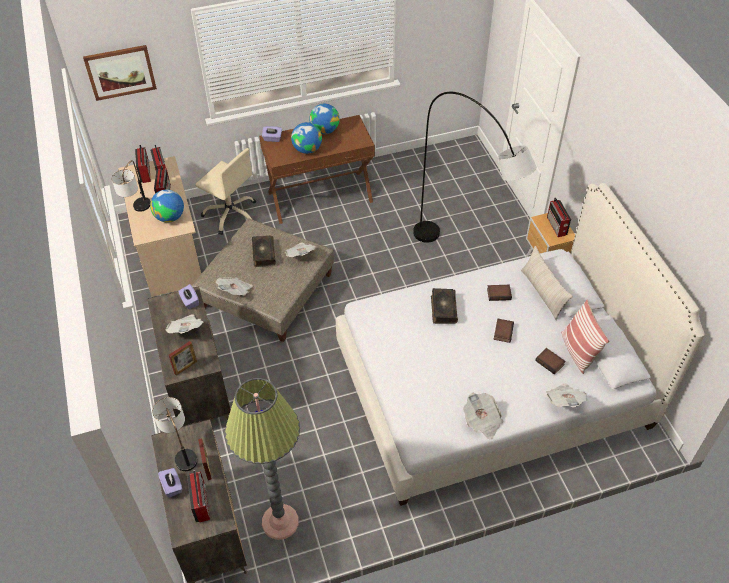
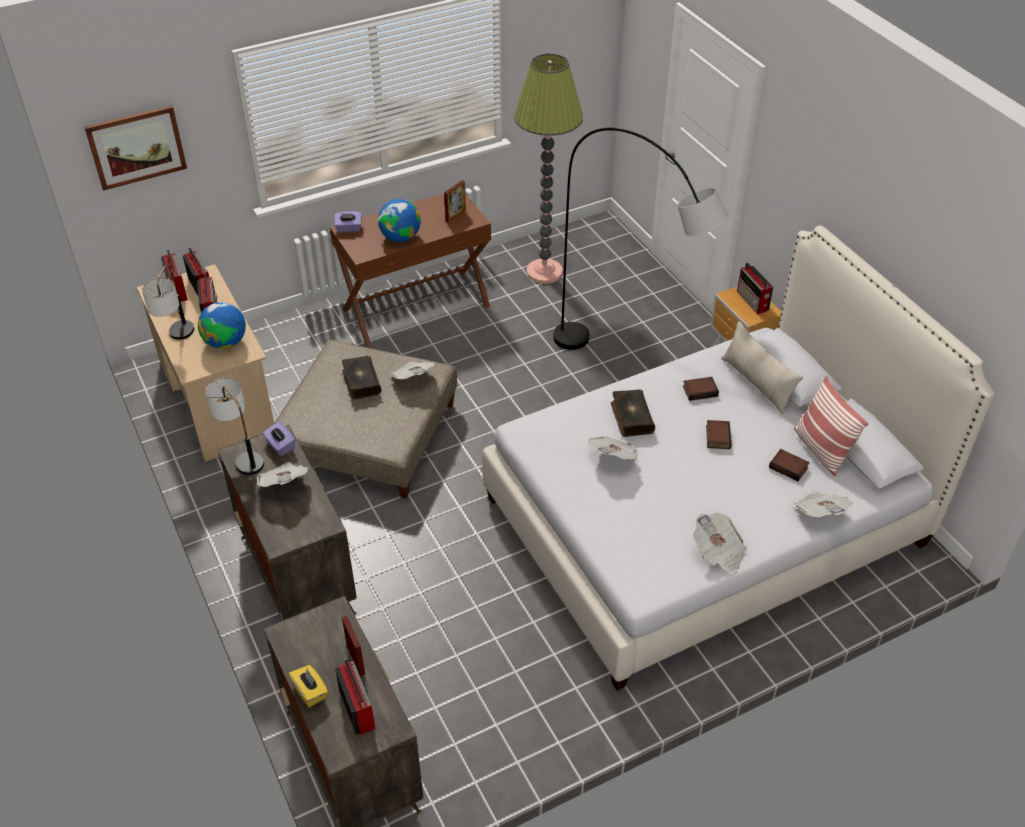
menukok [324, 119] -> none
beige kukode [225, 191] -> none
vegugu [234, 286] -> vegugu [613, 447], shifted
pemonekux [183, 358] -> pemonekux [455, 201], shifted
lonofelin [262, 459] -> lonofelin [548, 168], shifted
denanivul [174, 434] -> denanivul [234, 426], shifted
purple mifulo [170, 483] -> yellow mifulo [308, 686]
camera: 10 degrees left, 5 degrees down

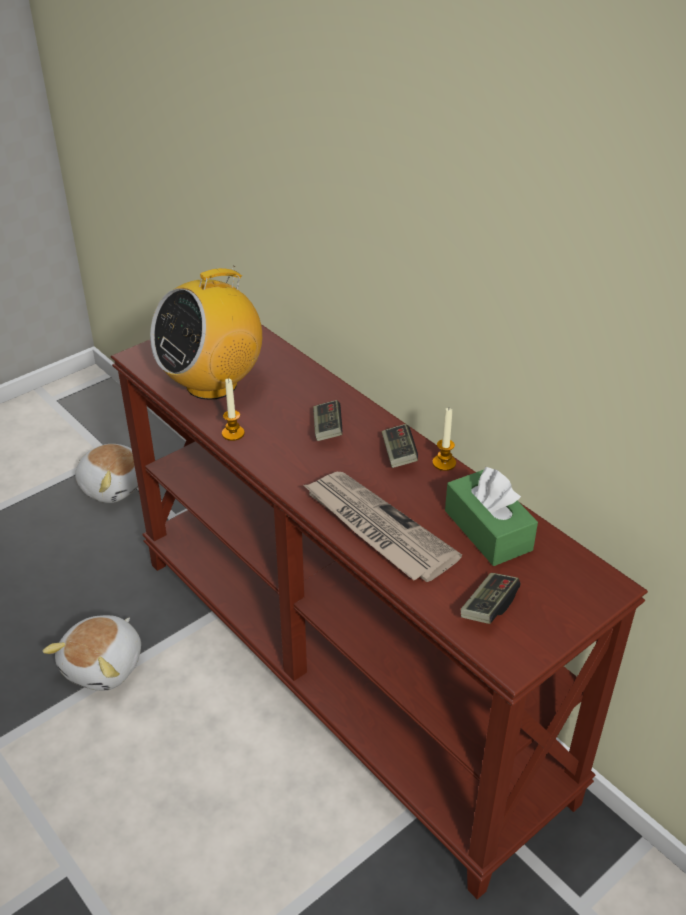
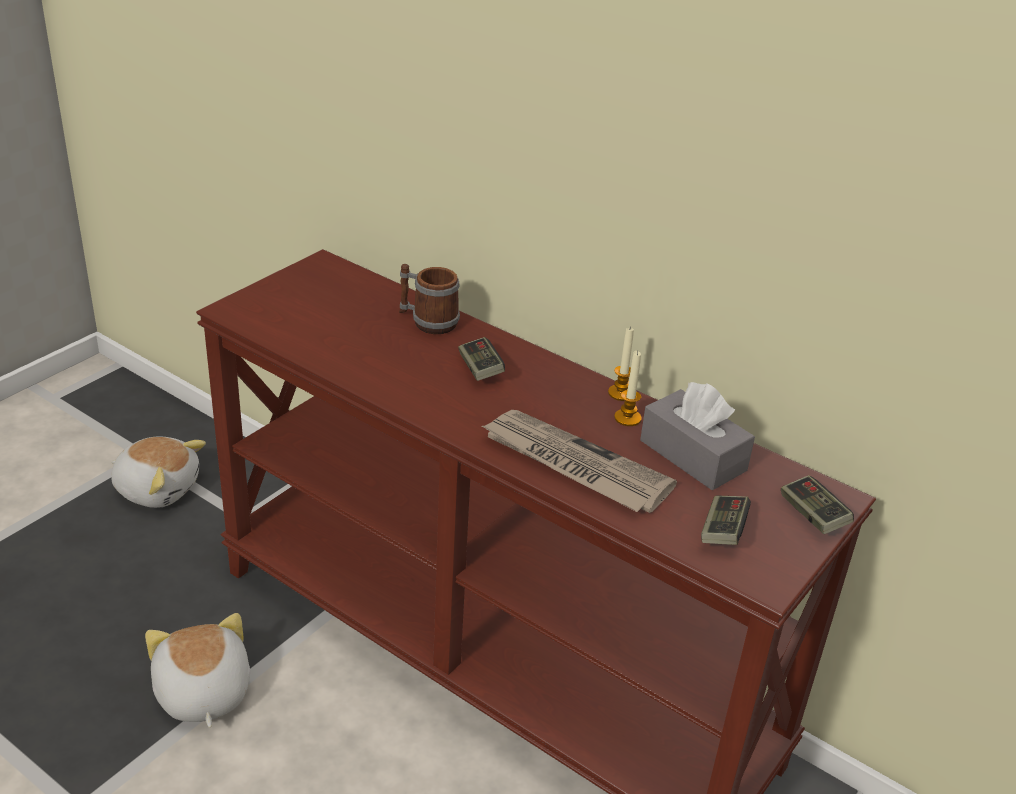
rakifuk [206, 332] -> none
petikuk [233, 409] -> petikuk [628, 388], shifted
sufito [400, 446] -> sufito [817, 504], shifted
green mifulo [491, 516] -> grey mifulo [697, 436]
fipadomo [92, 653] -> fipadomo [197, 670], 150 degrees clockwise
none -> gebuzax [429, 299]
camera: 15 degrees left, 5 degrees down

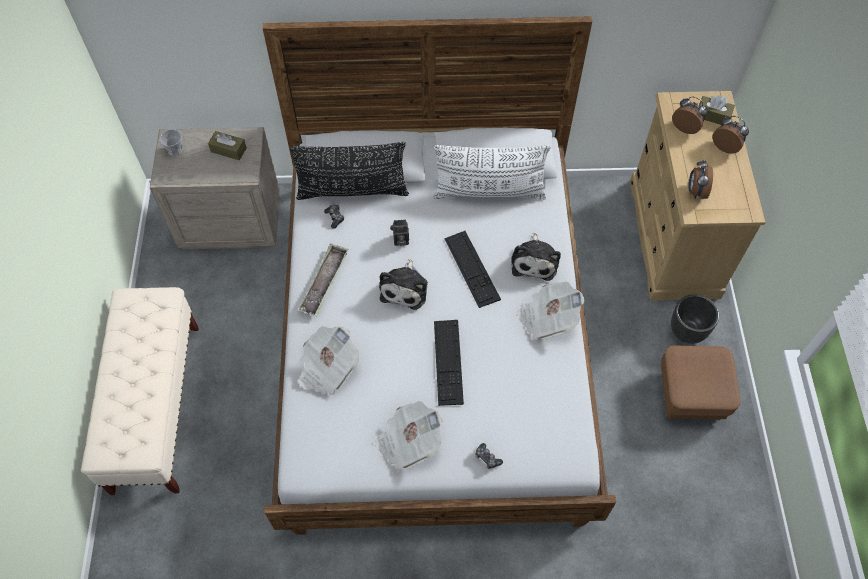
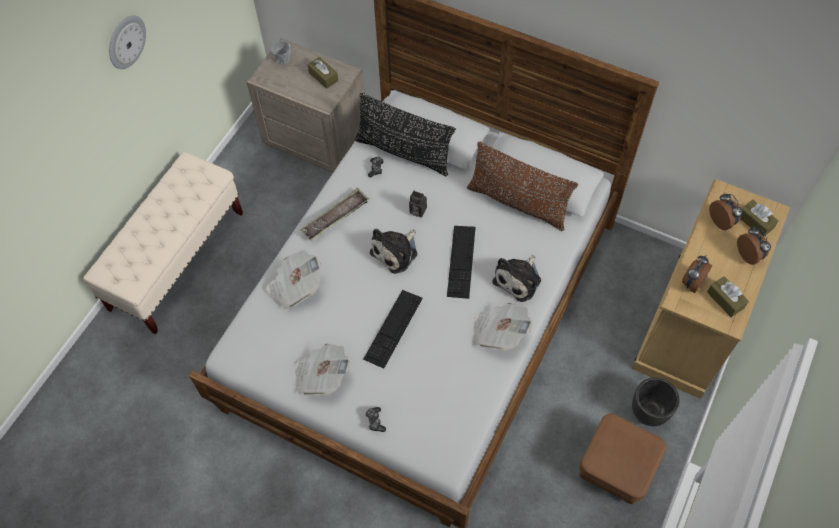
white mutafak [492, 172] -> brown mutafak [522, 186]
none -> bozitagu [127, 42]
none -> brown mifulo [728, 296]
camera: 30 degrees right, 0 degrees up

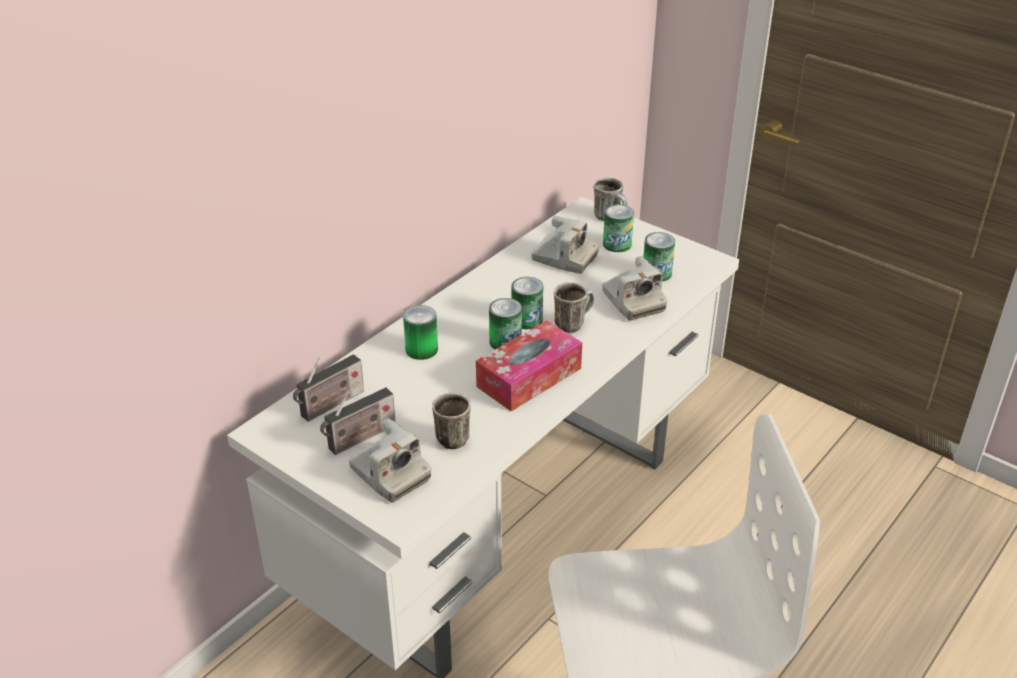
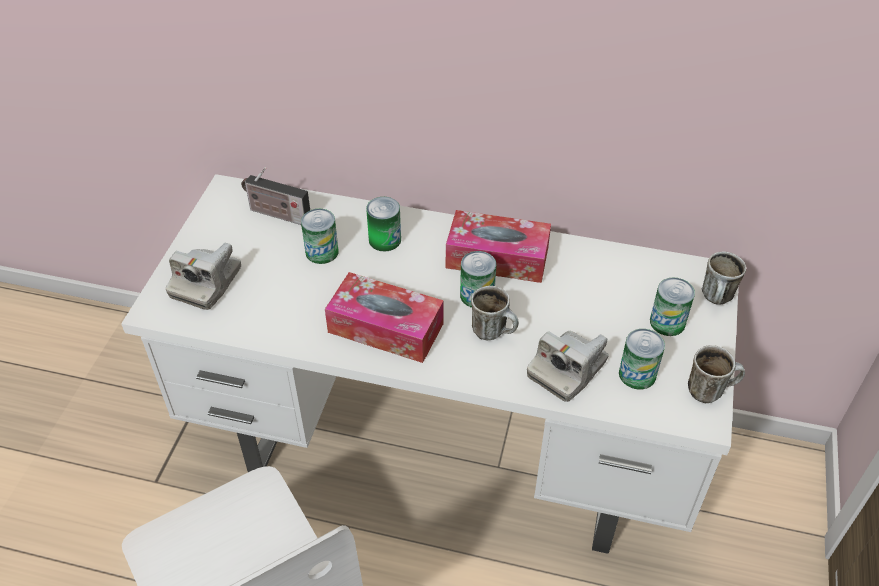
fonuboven [565, 245] -> none
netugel [505, 323] -> netugel [320, 236], shifted
rakifuk [357, 421] -> none
gebuzax [451, 421] -> gebuzax [716, 374], shifted
none -> mifulo [498, 246]
camera: 65 degrees right, 10 degrees up

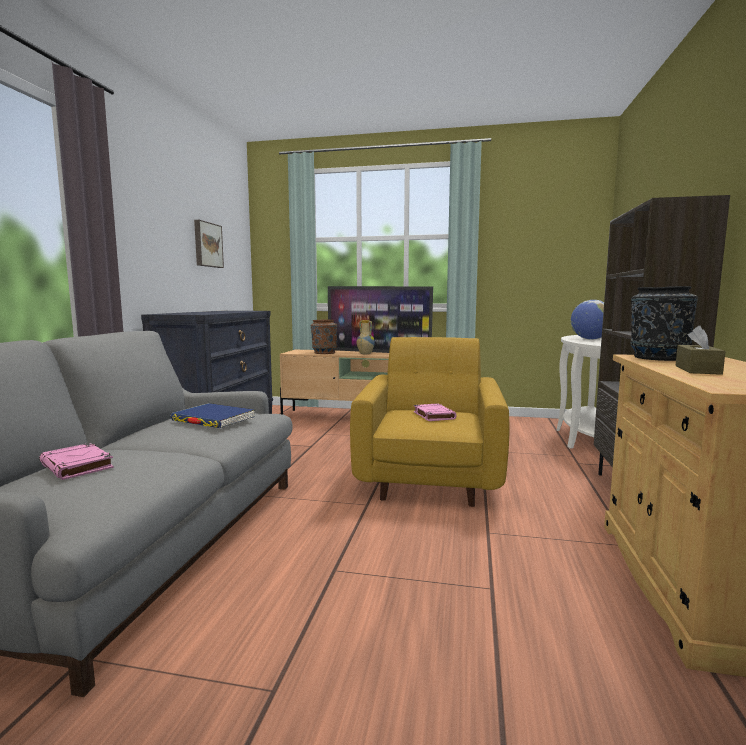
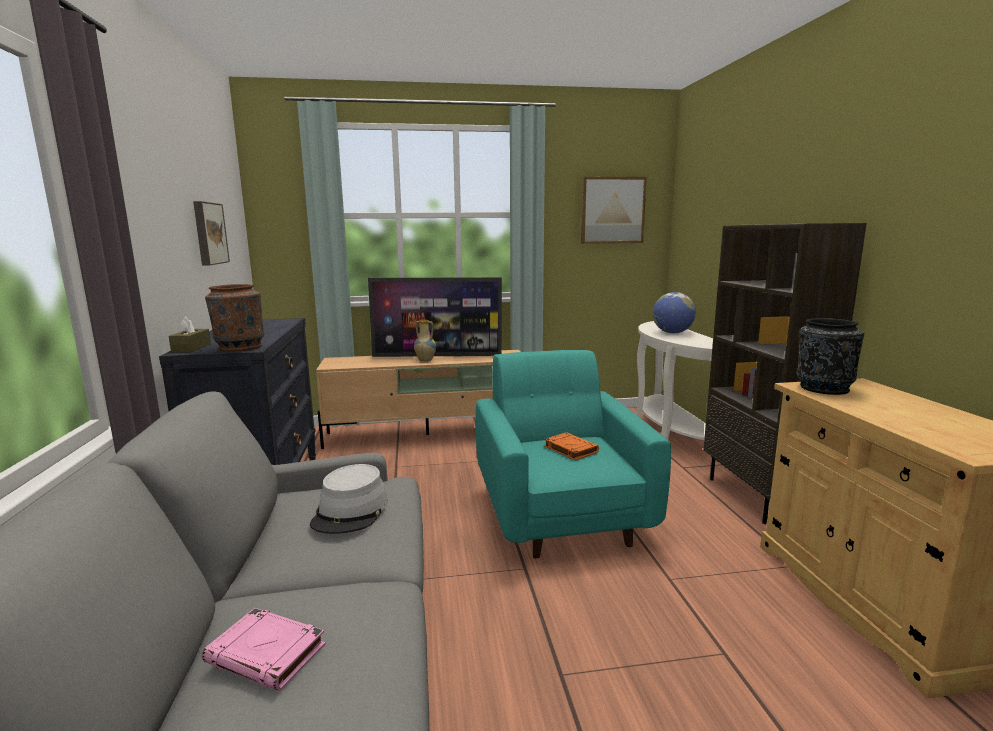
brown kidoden [324, 337] -> brown kidoden [234, 318], shifted
brown mifulo [700, 350] -> brown mifulo [190, 334], shifted
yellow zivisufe [429, 422] -> turquoise zivisufe [573, 454]
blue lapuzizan [212, 415] -> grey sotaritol [349, 499]
pink lapuzizan [435, 412] -> orange lapuzizan [571, 446]
none -> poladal [614, 210]
camera: 20 degrees left, 5 degrees up

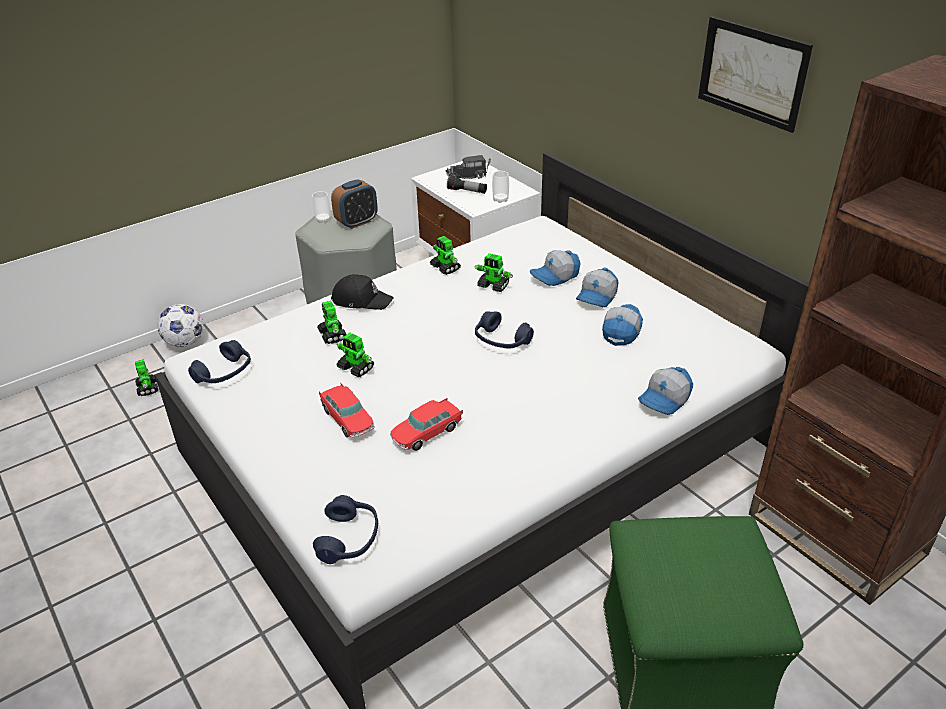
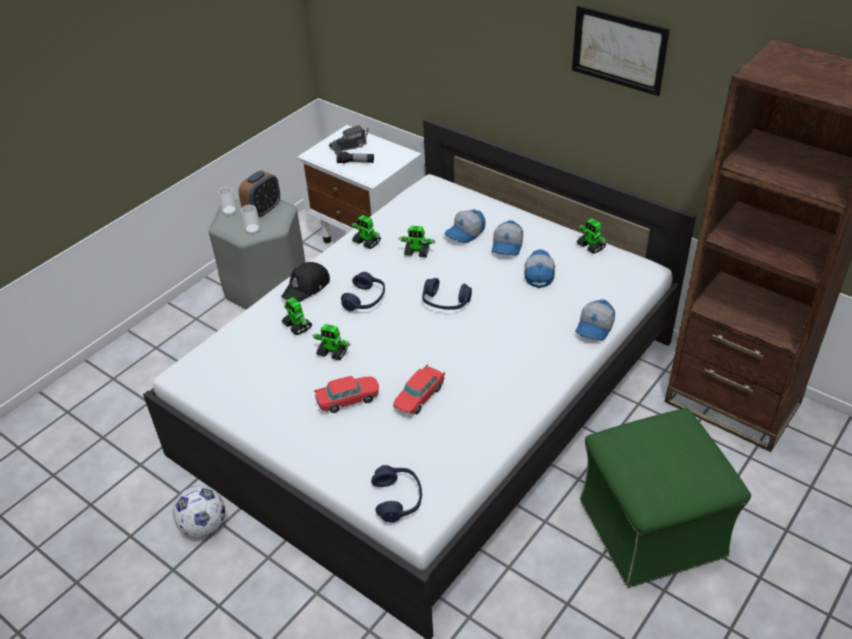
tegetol [500, 187] -> tegetol [250, 220], shifted
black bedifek [362, 292] -> black bedifek [305, 282], 135 degrees clockwise
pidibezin [180, 325] -> pidibezin [199, 511], shifted
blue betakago [219, 361] -> blue betakago [363, 292], shifted
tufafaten [146, 378] -> tufafaten [591, 236], shifted
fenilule [347, 410] -> fenilule [346, 394], 60 degrees counterclockwise
camera: 15 degrees left, 5 degrees up

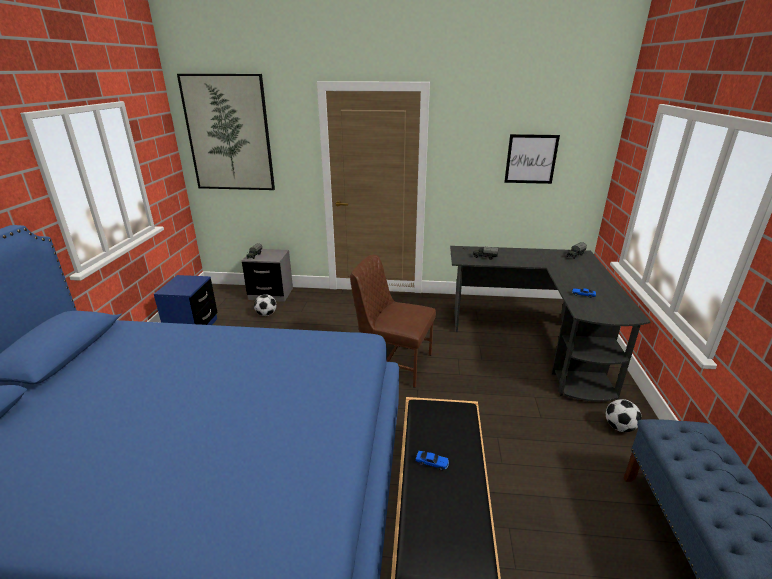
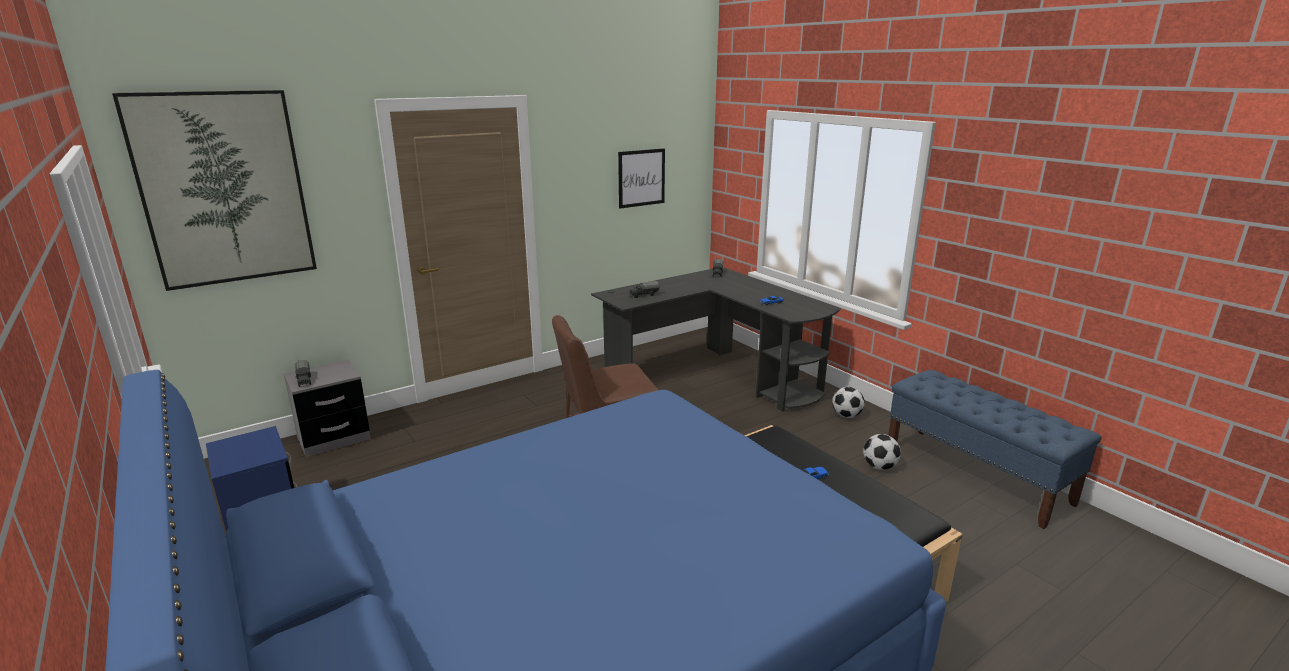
pidibezin [265, 305] -> pidibezin [882, 452], shifted
camera: 40 degrees left, 5 degrees down

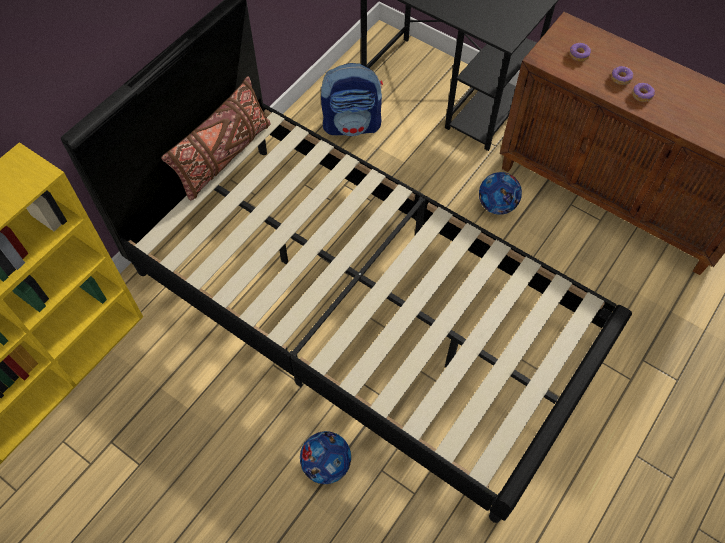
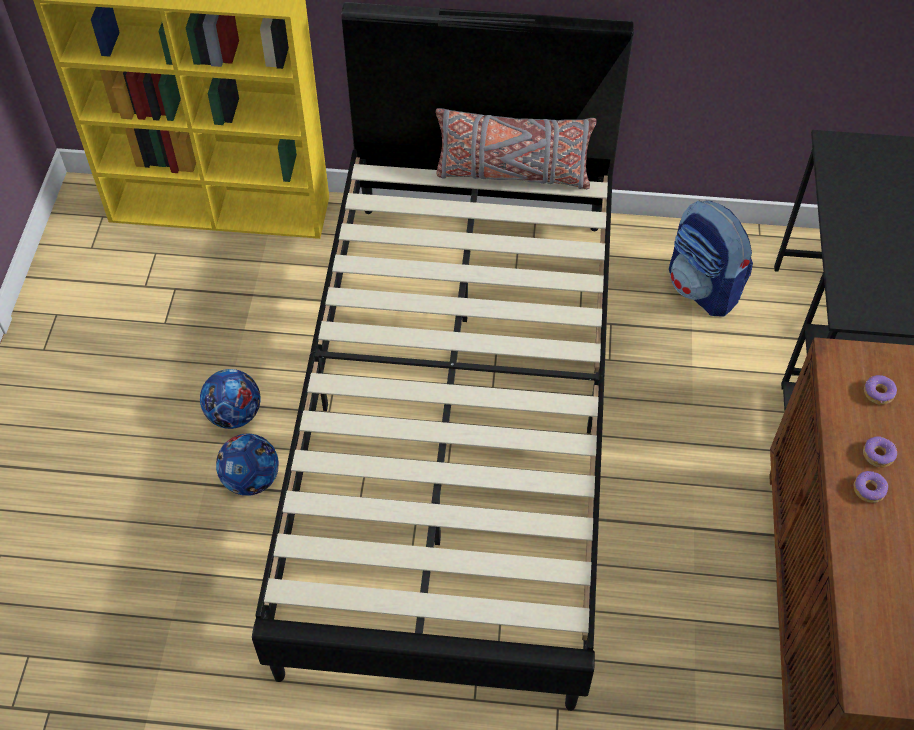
brown mutafak [216, 138] -> grey mutafak [516, 148]
pidibezin [500, 193] -> pidibezin [230, 399], shifted
camera: 60 degrees right, 5 degrees down

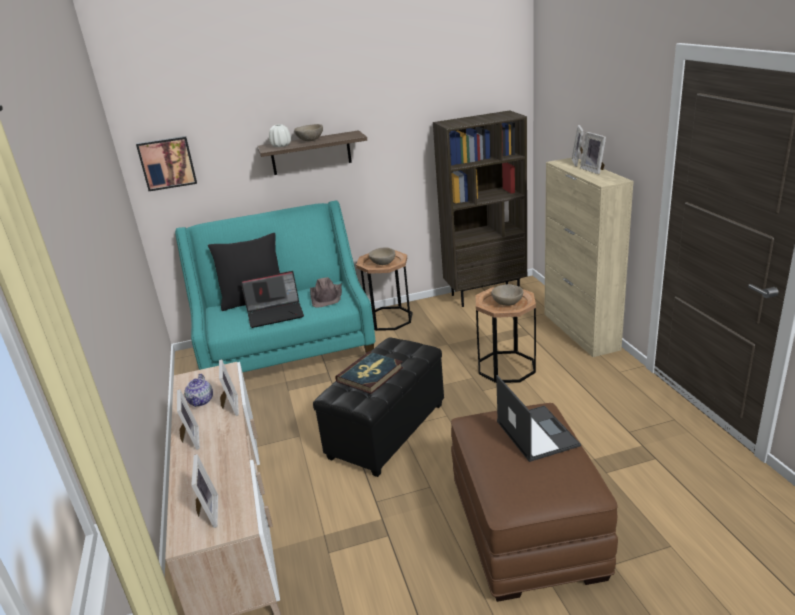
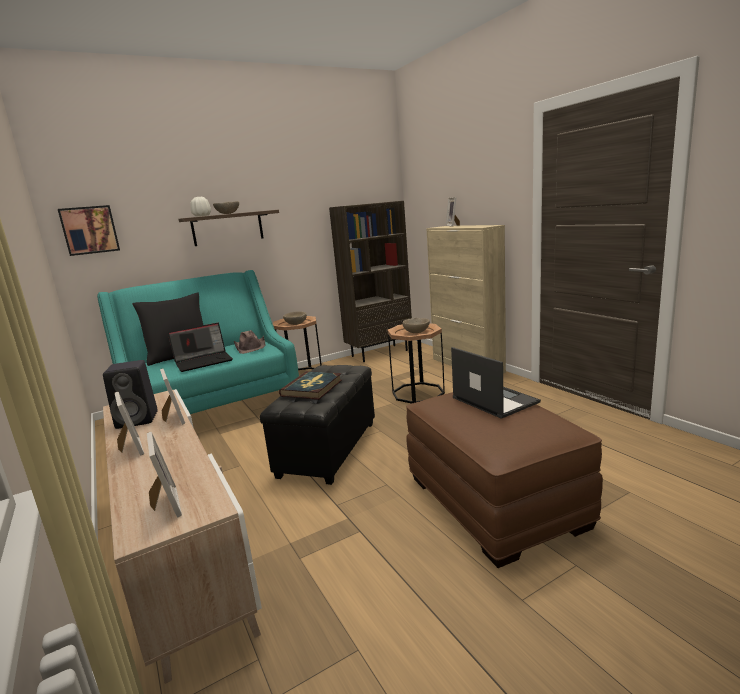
pemonekux [593, 153] -> none
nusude [198, 390] -> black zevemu [130, 394]
camera: 15 degrees left, 10 degrees down

